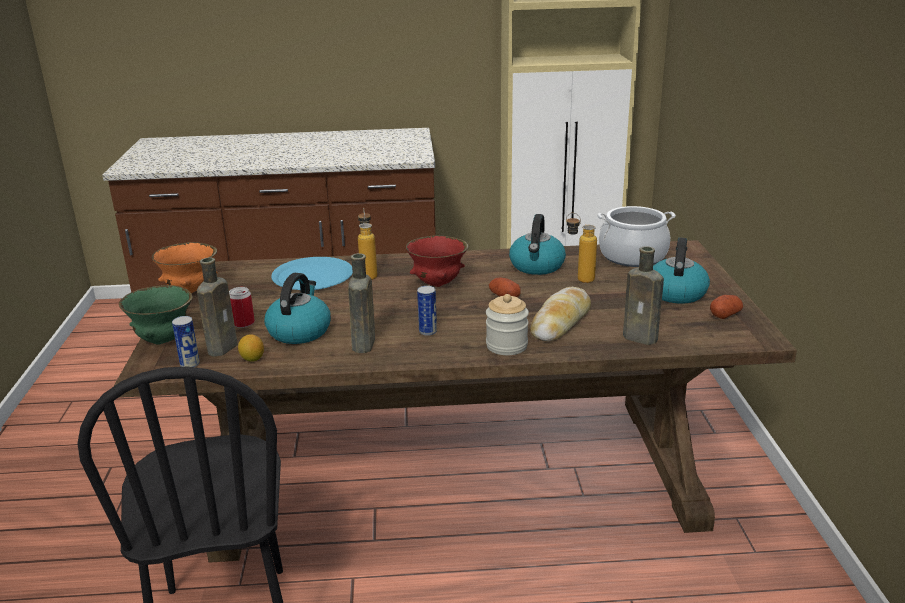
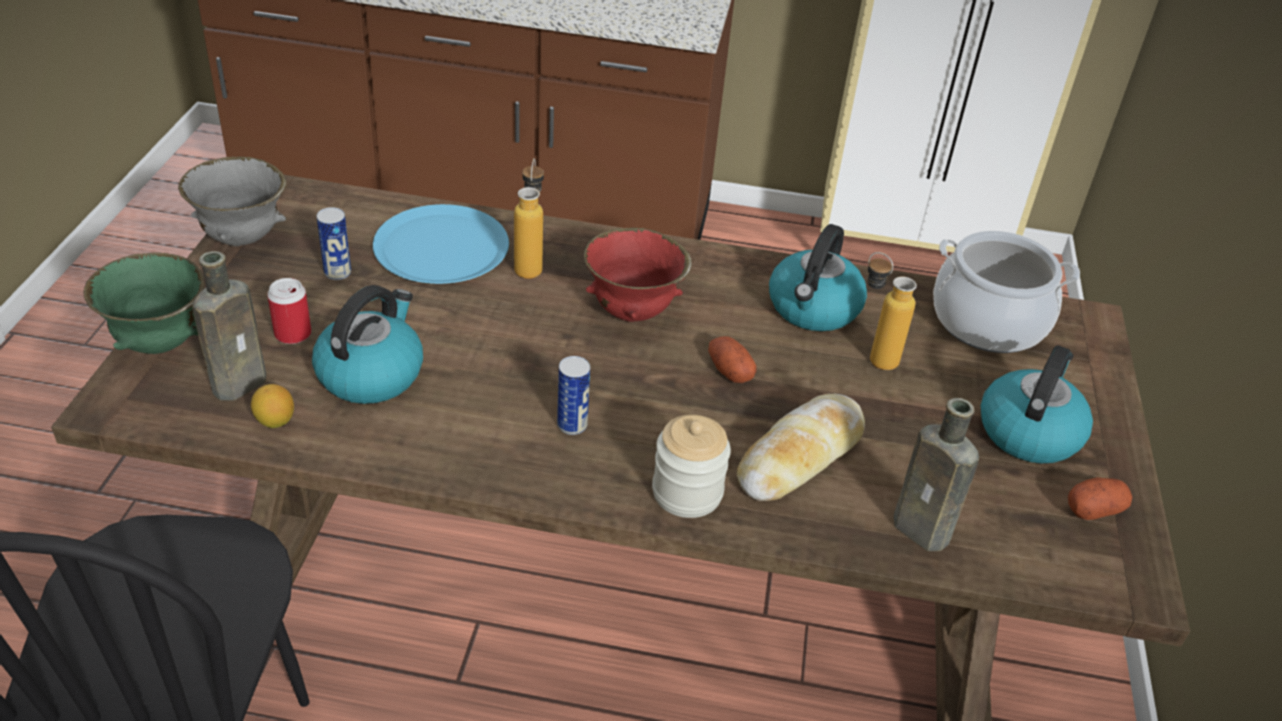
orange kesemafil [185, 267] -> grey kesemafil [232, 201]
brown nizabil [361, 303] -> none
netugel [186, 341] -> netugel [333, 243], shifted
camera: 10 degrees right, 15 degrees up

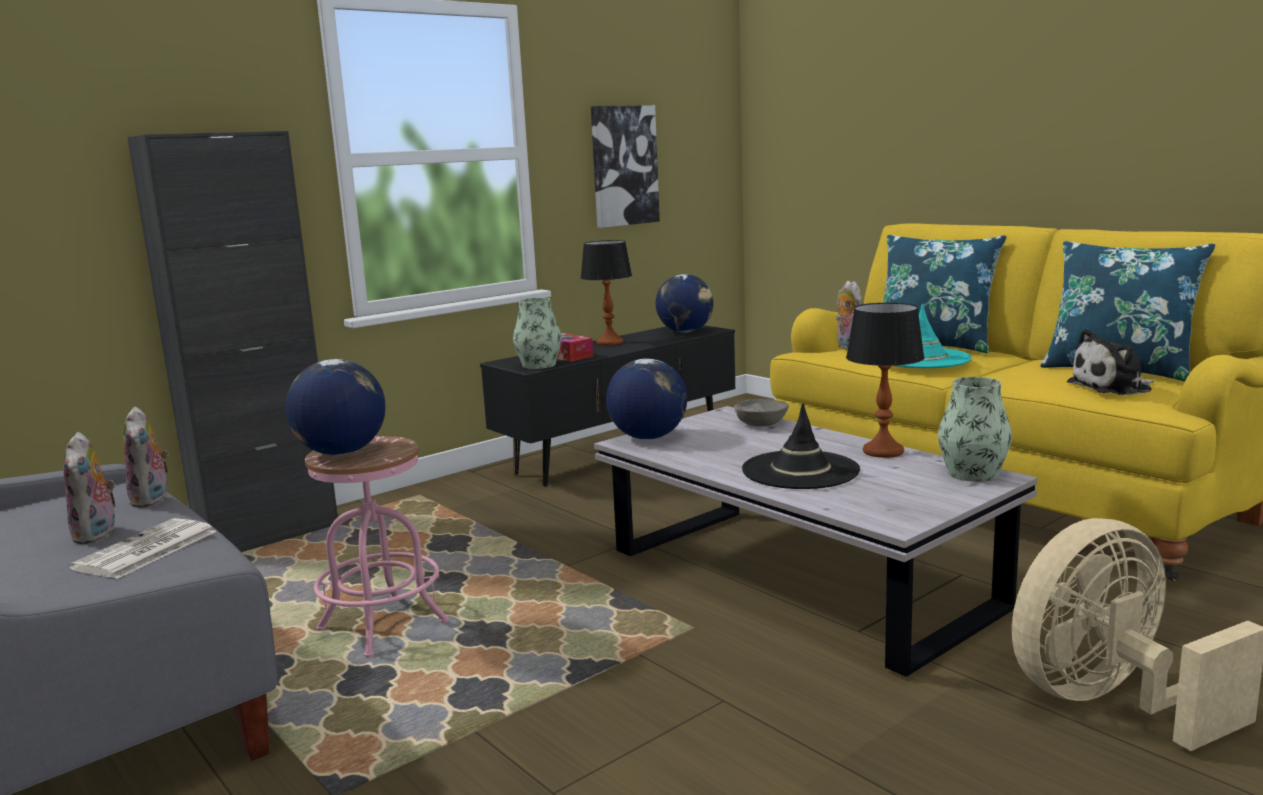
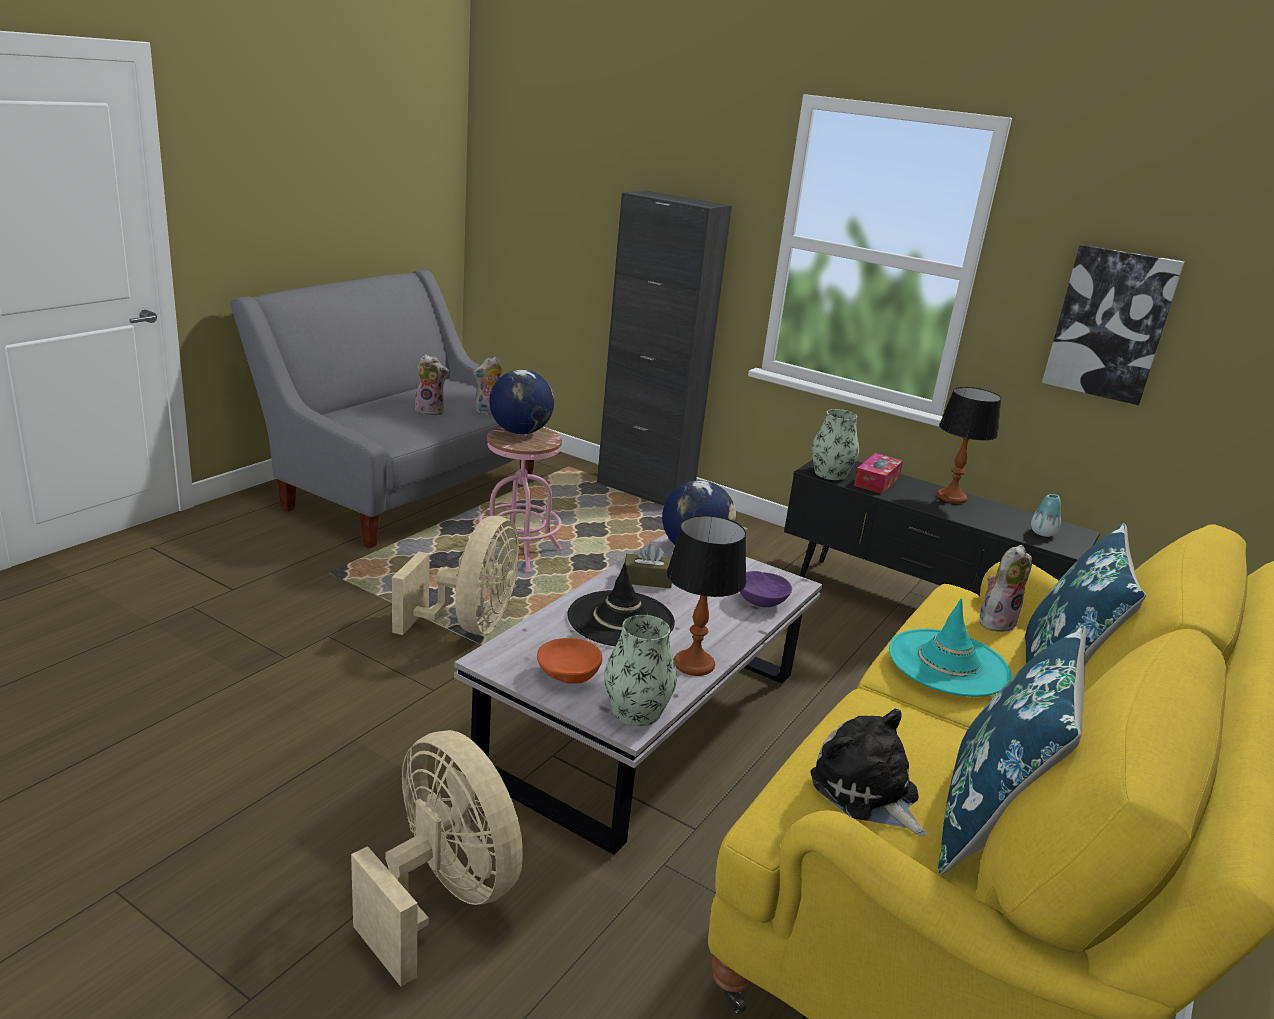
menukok [685, 303] -> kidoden [1046, 515]
grey kesemafil [761, 413] -> purple kesemafil [766, 589]
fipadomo [89, 488] -> fipadomo [431, 385], 135 degrees counterclockwise
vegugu [143, 548] -> none
none -> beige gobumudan [455, 575]
none -> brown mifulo [648, 566]
none -> orange kesemafil [570, 661]
camera: 70 degrees right, 10 degrees up

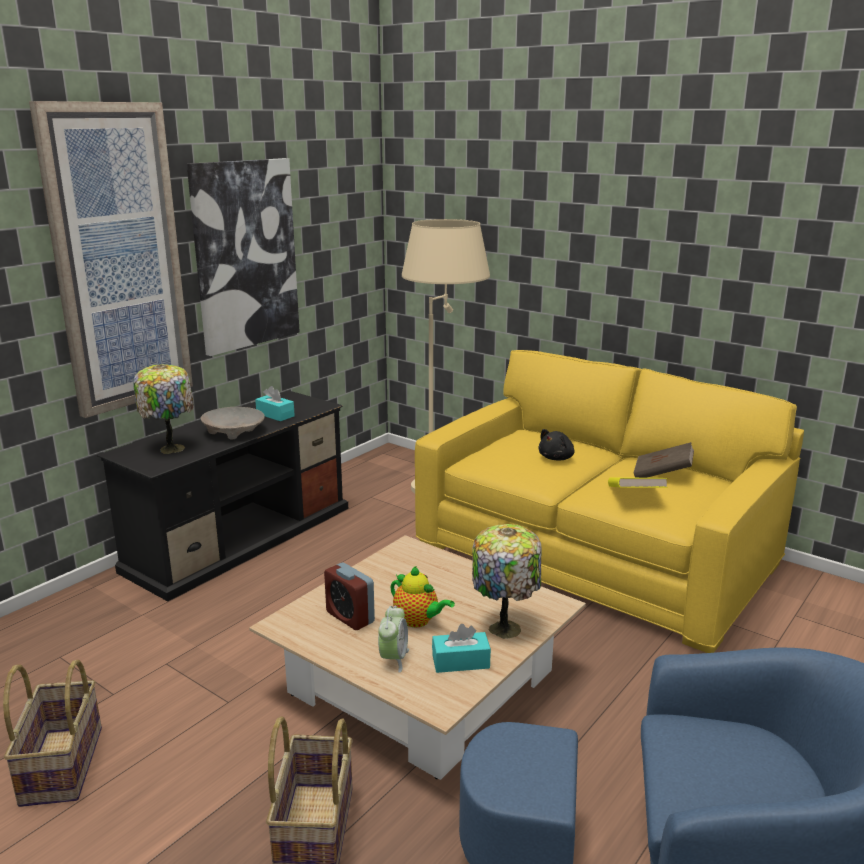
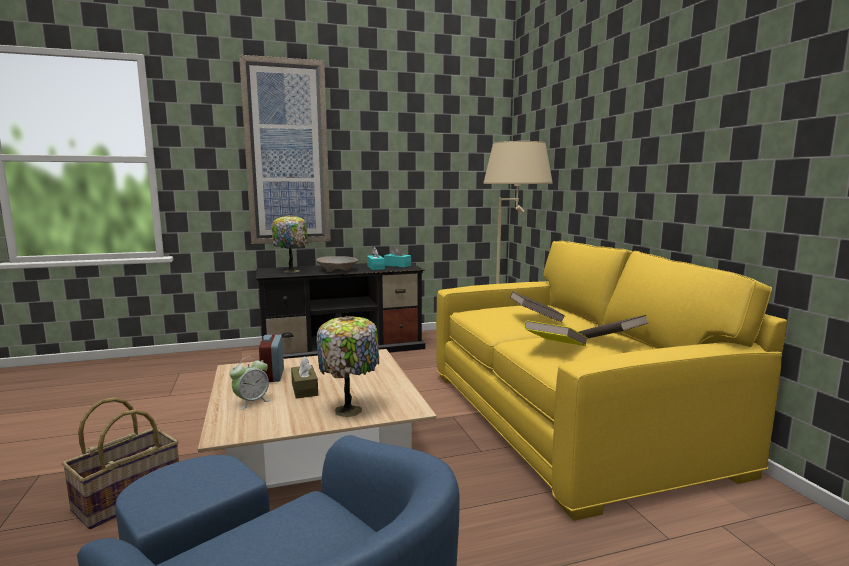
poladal [243, 257] -> none
black fipadomo [556, 444] -> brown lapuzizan [537, 306]
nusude [422, 597] -> brown mifulo [304, 378]
turquoise mifulo [461, 648] -> turquoise mifulo [397, 256], shifted
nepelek [52, 733] -> none
camera: 35 degrees right, 10 degrees down

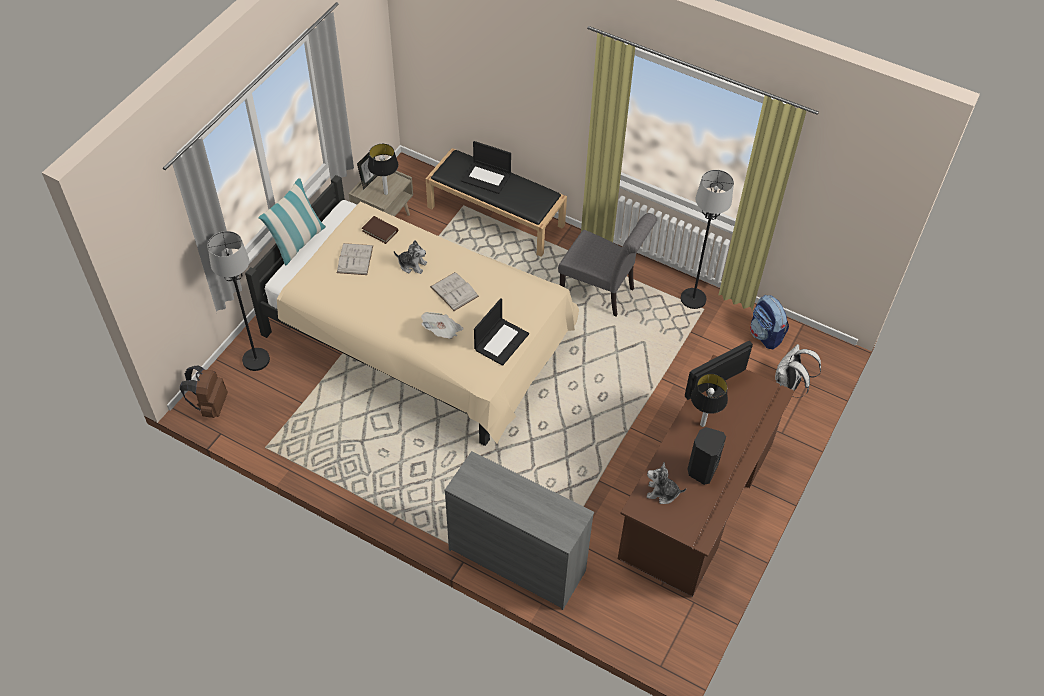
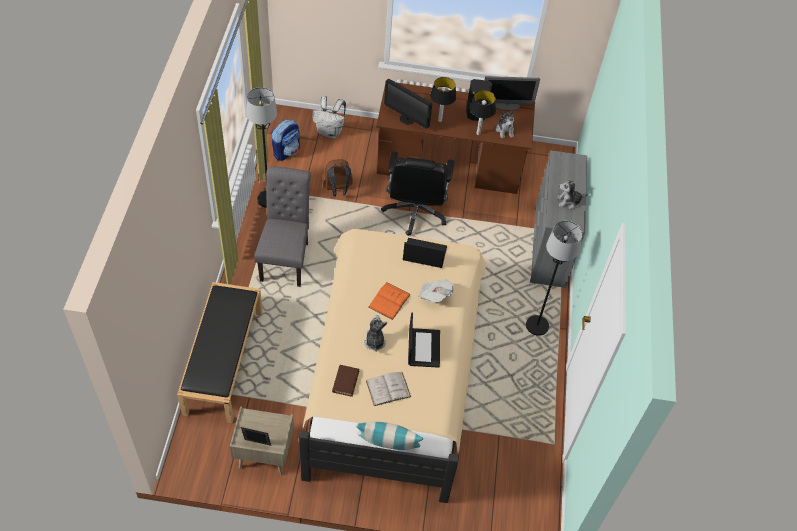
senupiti [486, 167] -> senupiti [424, 340], shifted
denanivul [383, 169] -> denanivul [483, 112], shifted
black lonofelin [239, 301] -> black lonofelin [554, 278], shifted
white lapuzizan [454, 291] -> orange lapuzizan [389, 301]
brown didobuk [204, 392] -> brown didobuk [337, 178], shifted
none -> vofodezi [512, 93]
none -> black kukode [417, 193]
none -> fipadomo [572, 192]
camera: 115 degrees left, 0 degrees up

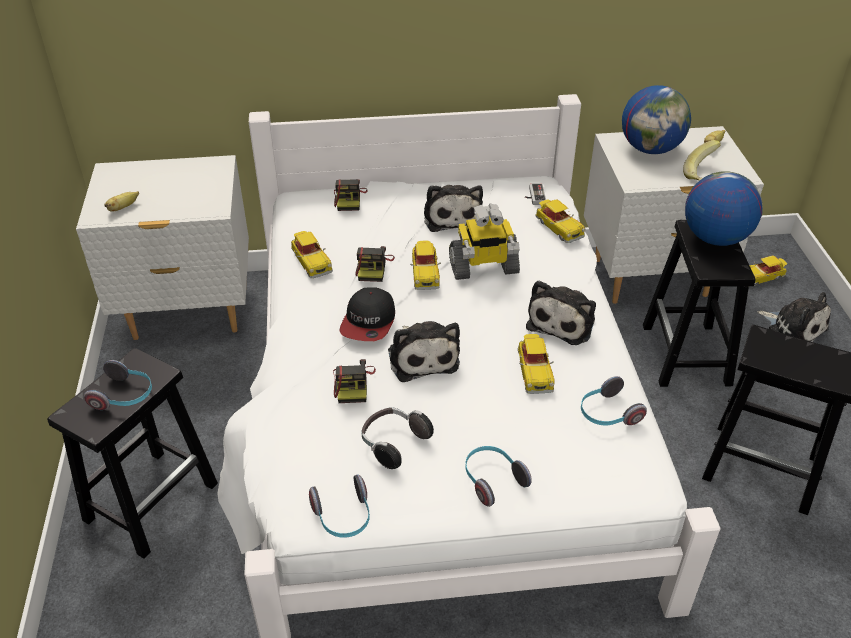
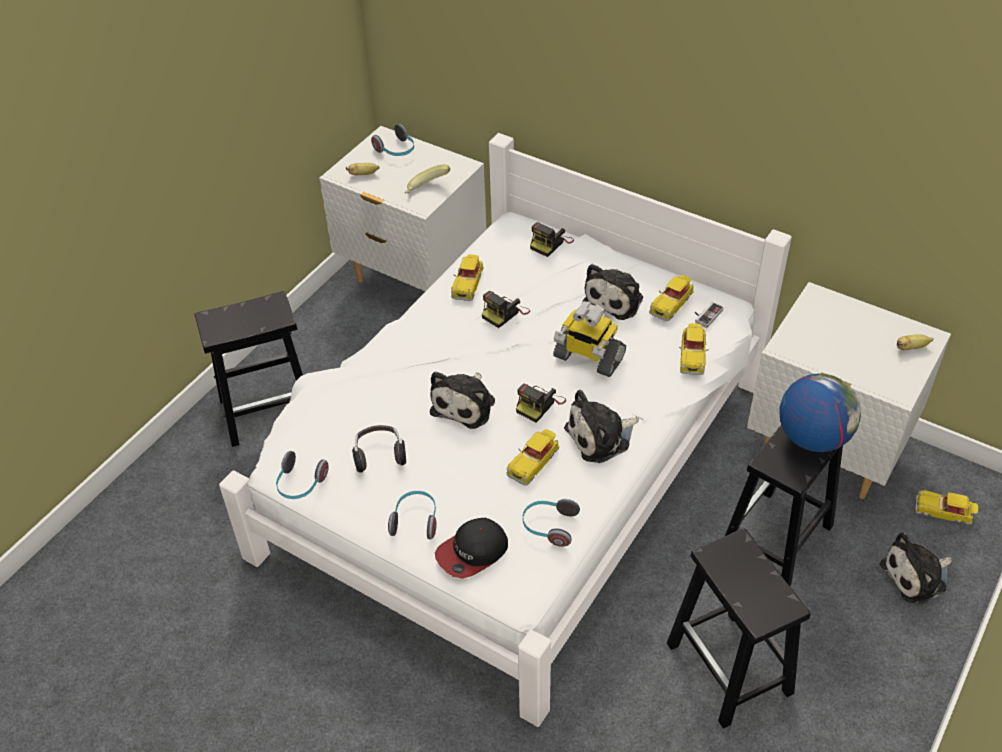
menukok [656, 119] -> none
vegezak [702, 160] -> vegezak [427, 179], shifted
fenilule [425, 265] -> fenilule [671, 298], shifted
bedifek [367, 314] -> bedifek [471, 548], shifted
fipadomo [794, 317] -> fipadomo [916, 568], 75 degrees clockwise
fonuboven [354, 381] -> fonuboven [541, 403], shifted
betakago [118, 385] -> betakago [392, 140], shifted
camera: 40 degrees right, 5 degrees up

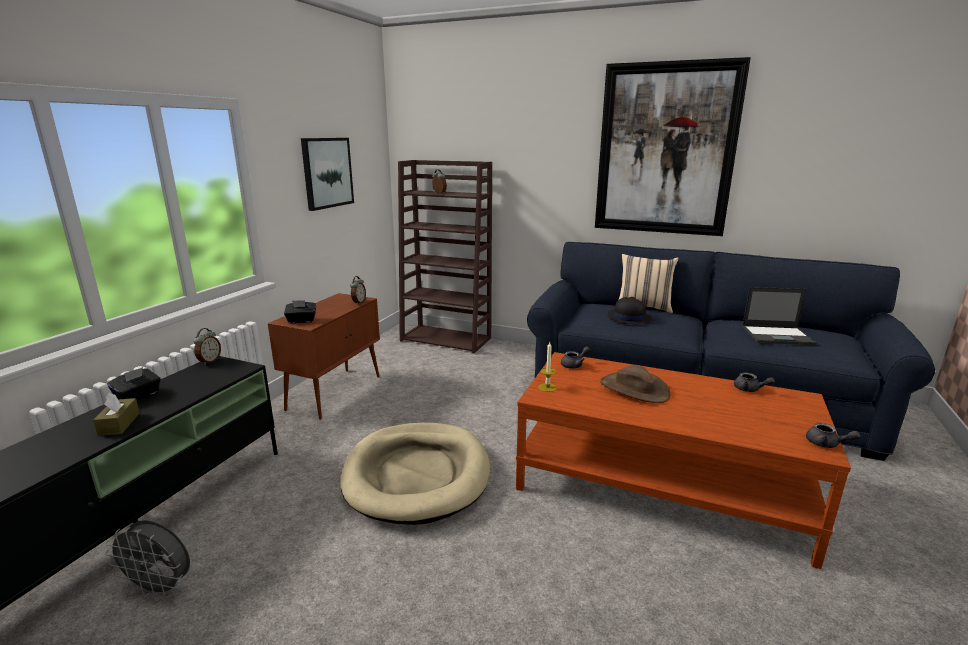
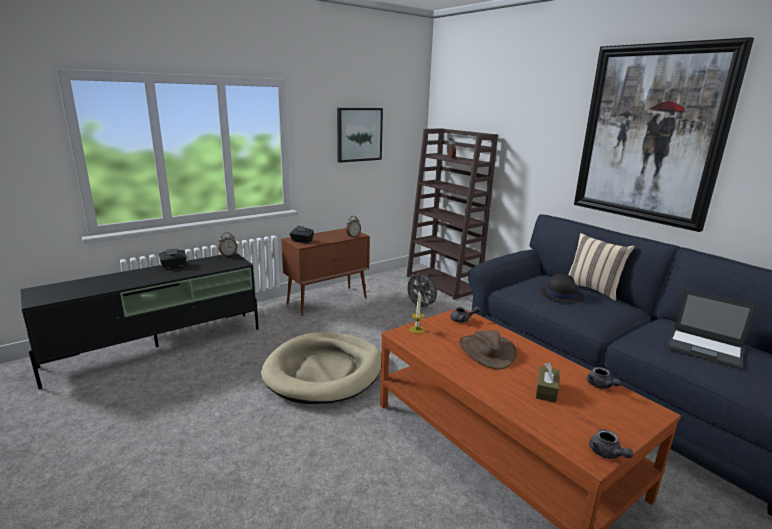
brown mifulo [116, 414] -> brown mifulo [548, 383], shifted
grey gobumudan [147, 559] -> grey gobumudan [421, 290], shifted
camera: 30 degrees right, 0 degrees up

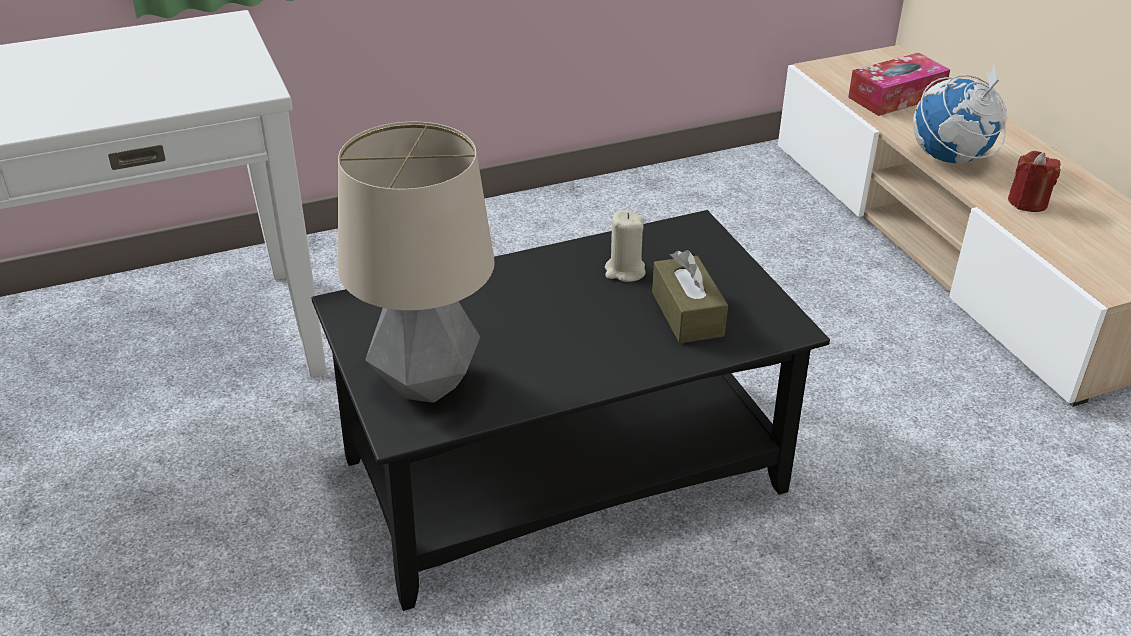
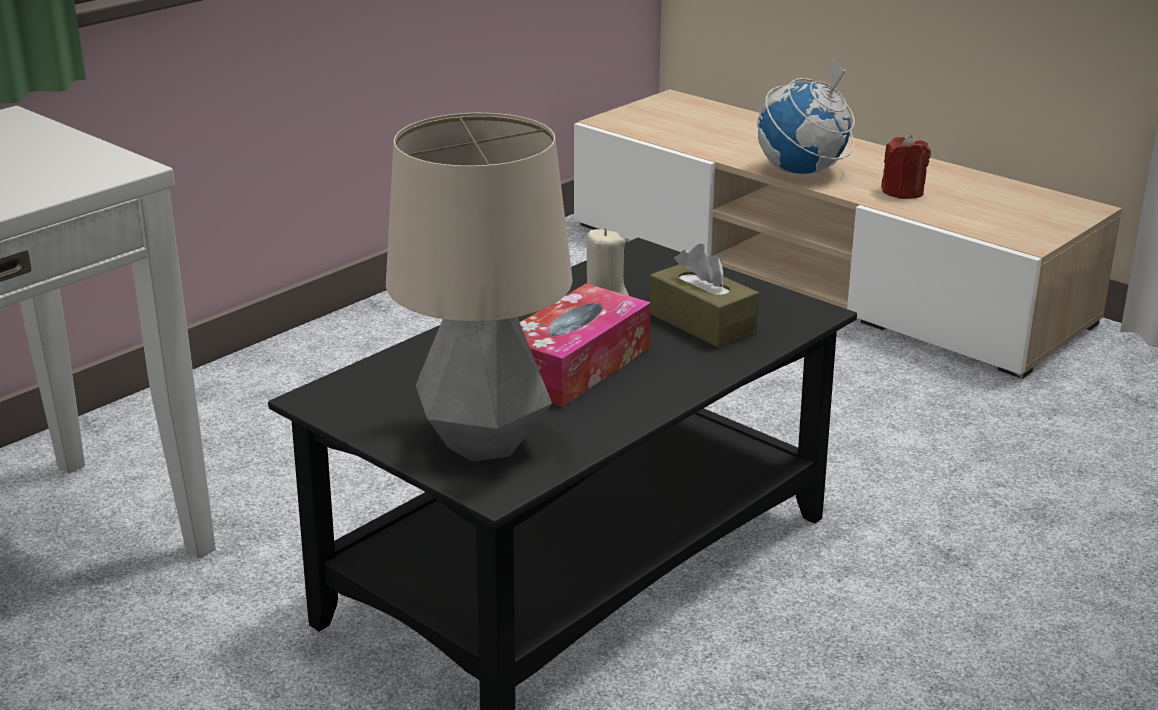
mifulo [899, 84] -> mifulo [585, 345], shifted
camera: 25 degrees left, 10 degrees down

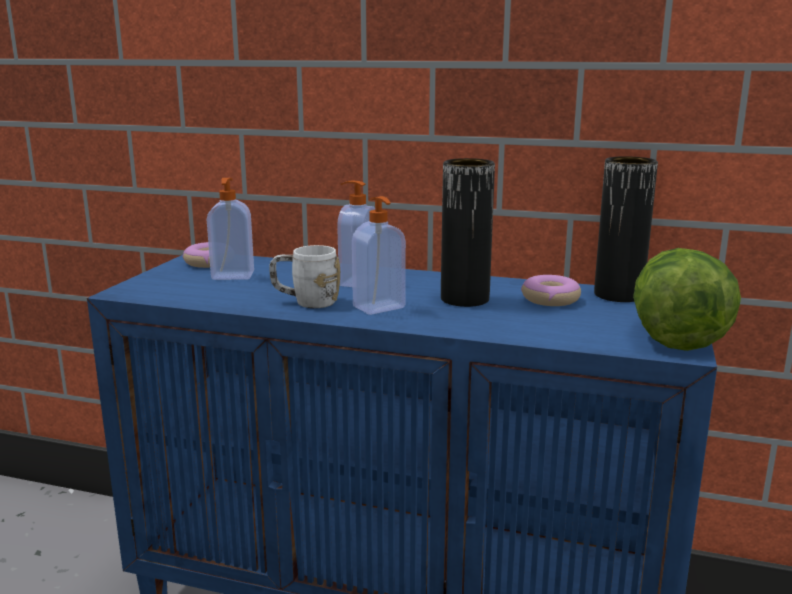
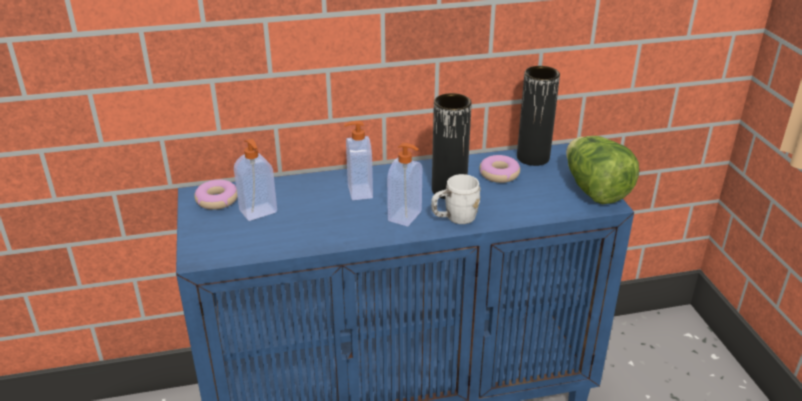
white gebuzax [304, 276] -> white gebuzax [455, 199], shifted
camera: 30 degrees left, 15 degrees up

